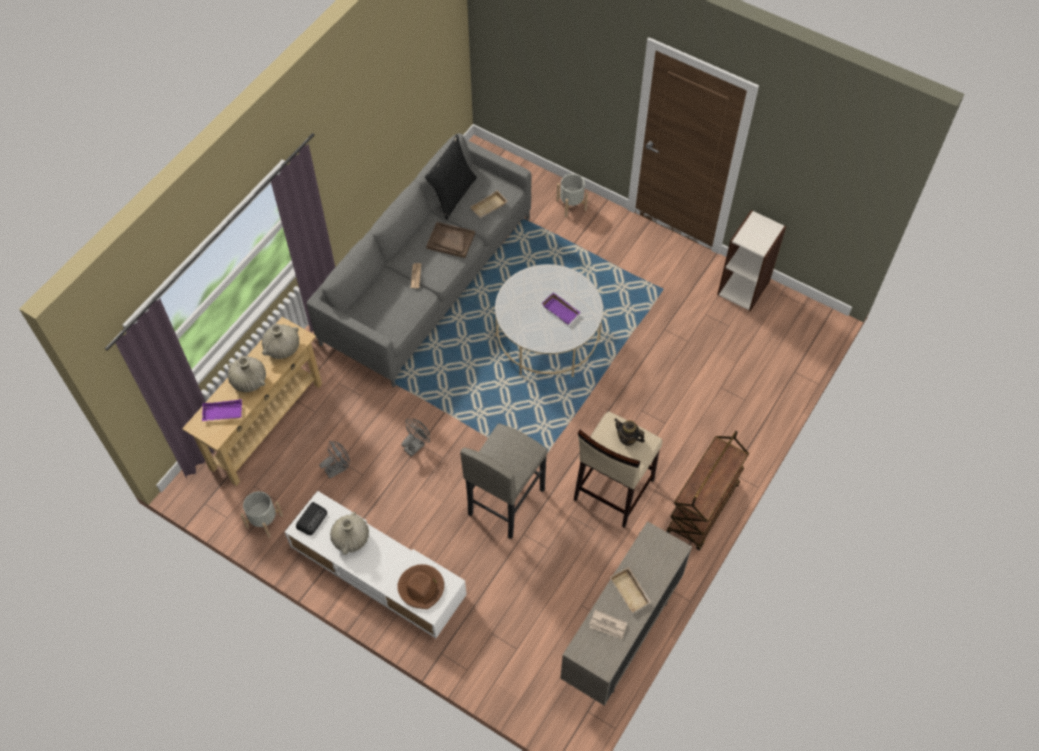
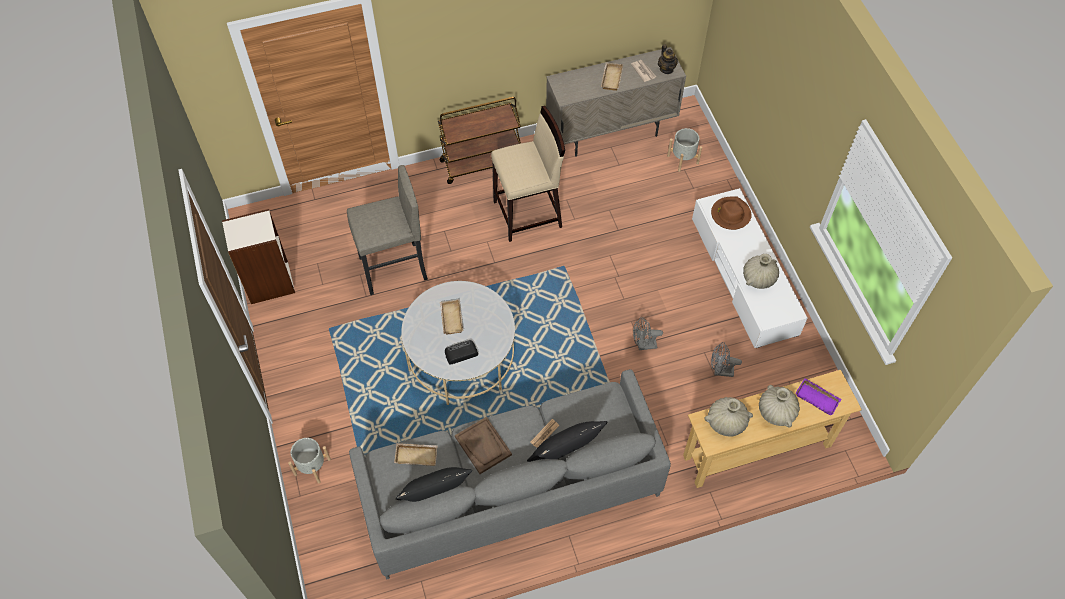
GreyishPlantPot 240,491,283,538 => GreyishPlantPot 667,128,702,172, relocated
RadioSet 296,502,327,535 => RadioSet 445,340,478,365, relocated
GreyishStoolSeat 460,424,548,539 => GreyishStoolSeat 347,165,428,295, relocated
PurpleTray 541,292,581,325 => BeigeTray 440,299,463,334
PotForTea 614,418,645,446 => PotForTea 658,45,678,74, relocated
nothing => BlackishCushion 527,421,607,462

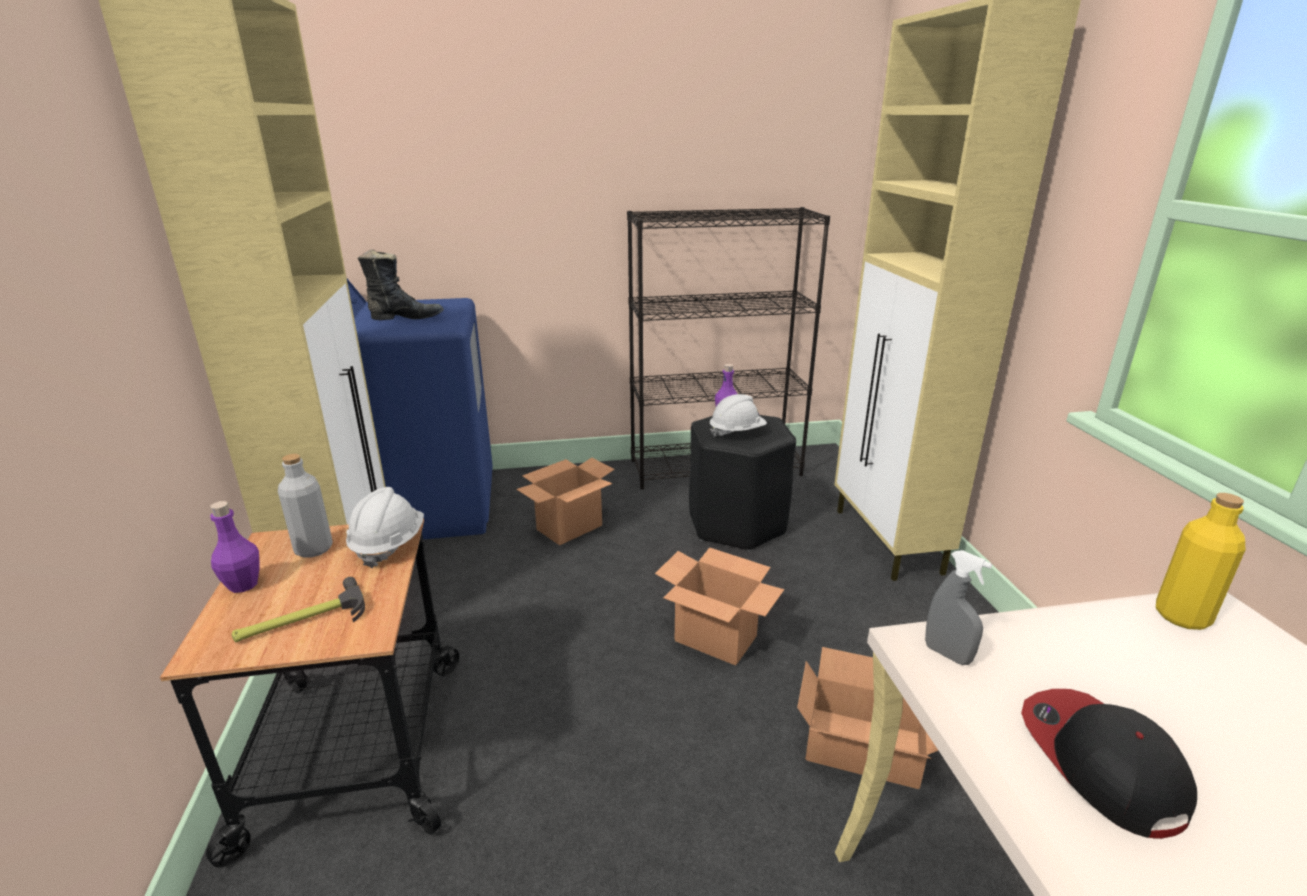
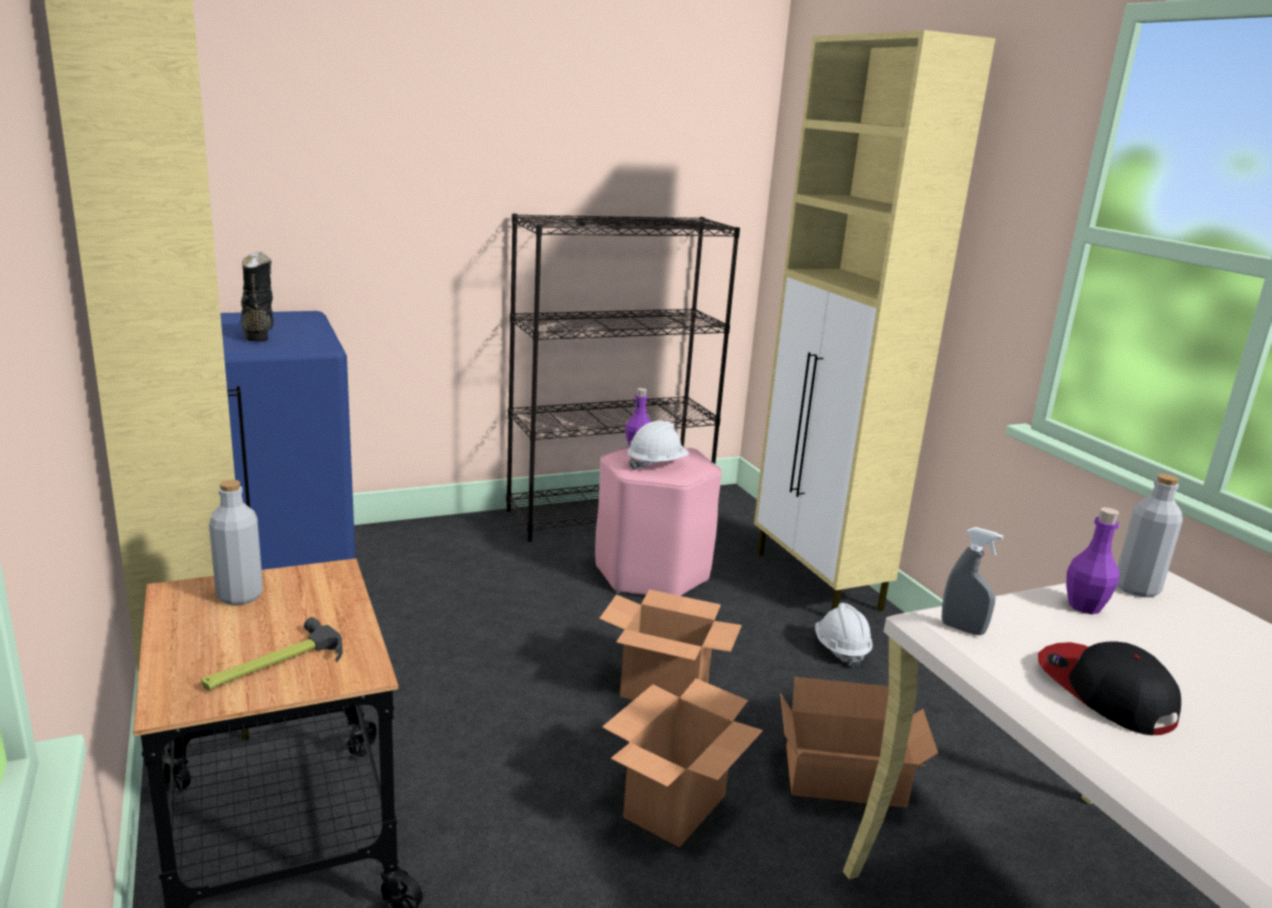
PurpleBeverageBottle 210,501,260,593 => PurpleBeverageBottle 1066,507,1120,614, relocated
WhitishSafetyHelmet 346,487,424,568 => WhitishSafetyHelmet 815,603,873,668, relocated
BlackishHighTopBoot 358,250,444,320 => BlackishHighTopBoot 241,252,274,342, 90 degrees counterclockwise
PackingBox 516,458,615,545 => PackingBox 602,678,763,847, relocated
BlackishStoolSeat 689,415,796,551 => PinkStoolSeat 595,446,722,596
YellowColouredBeverageBottle 1156,493,1245,630 => GreyishBeverageBottle 1117,474,1183,597

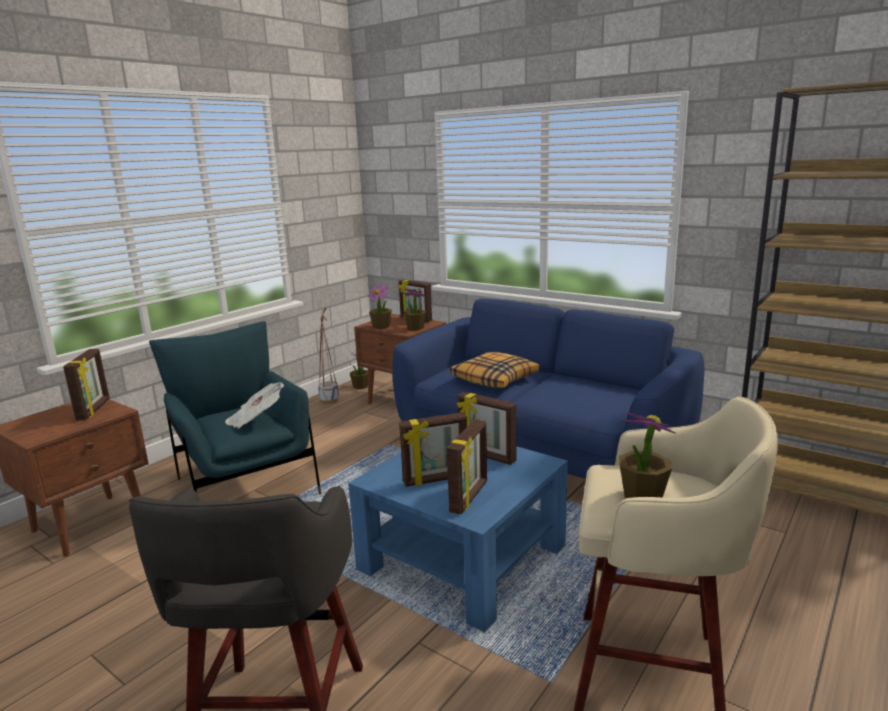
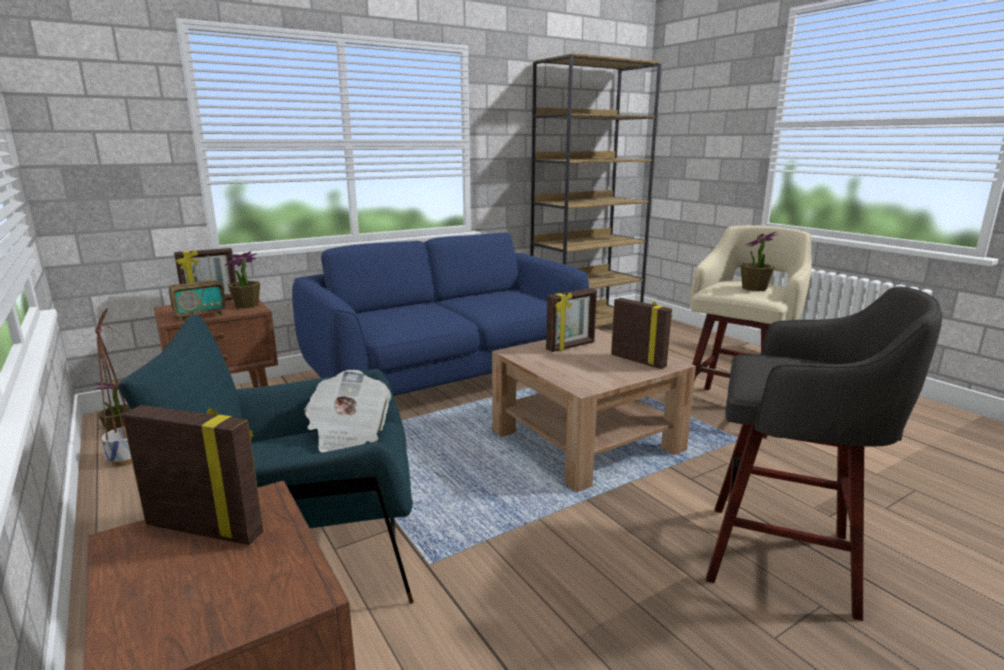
BlueColouredLowTable 348,446,568,633 => BrownishLowTable 492,329,696,492
PlantInAPot 368,284,392,329 => RadioSet 169,255,226,322
PictureFrame 399,412,467,487 => nothing
Cushion 450,352,540,388 => nothing

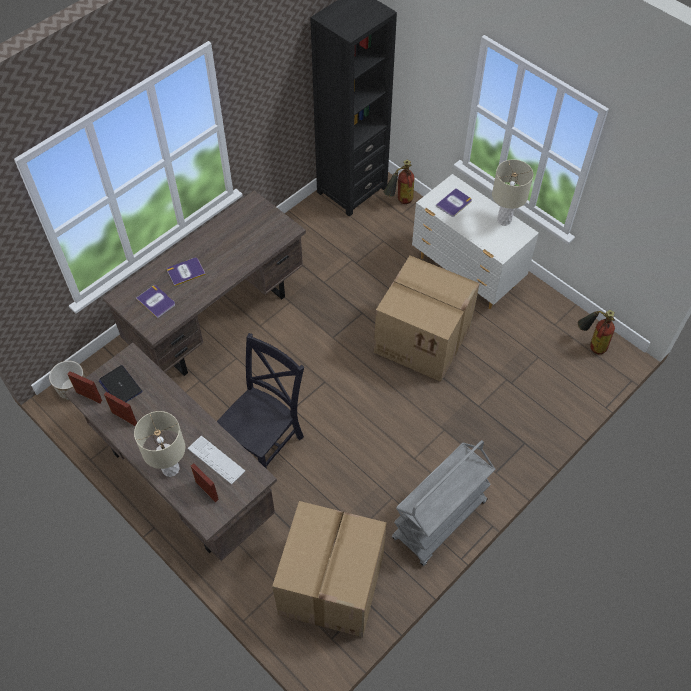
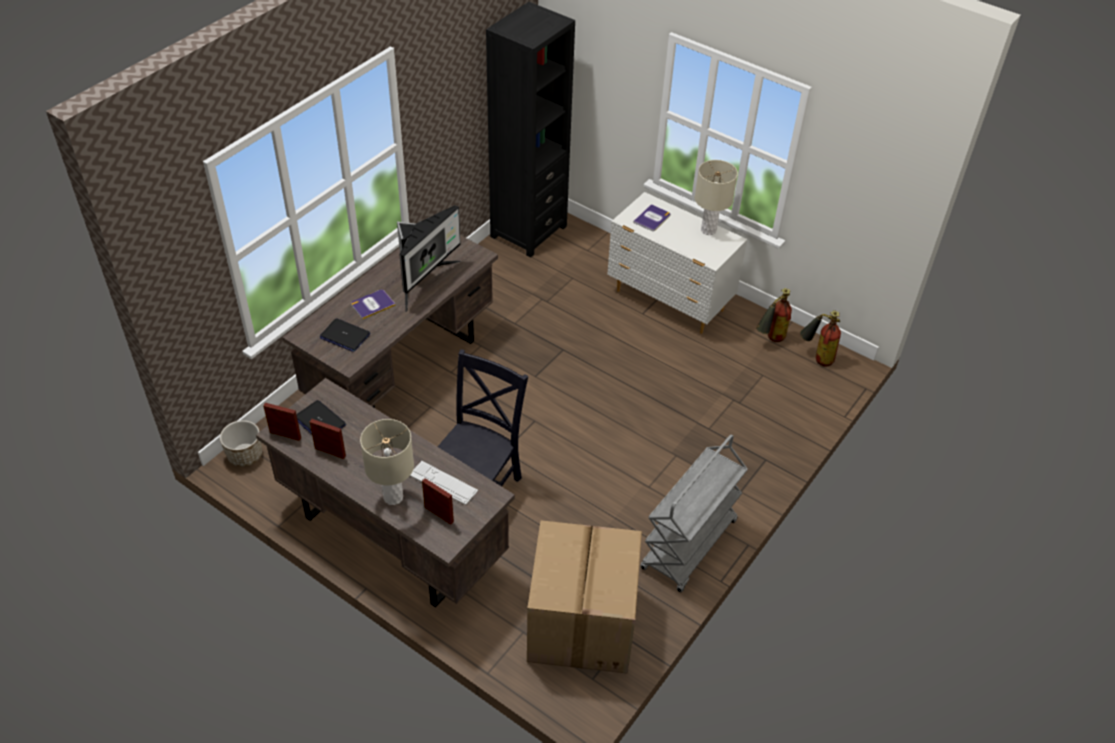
Volume 136,285,175,319 => PortableComputer 320,318,370,352
PackingBox 374,255,480,382 => nothing
Extinguisher 384,160,414,204 => Extinguisher 756,288,792,342, relocated
nothing => ComputerScreen 397,205,461,312

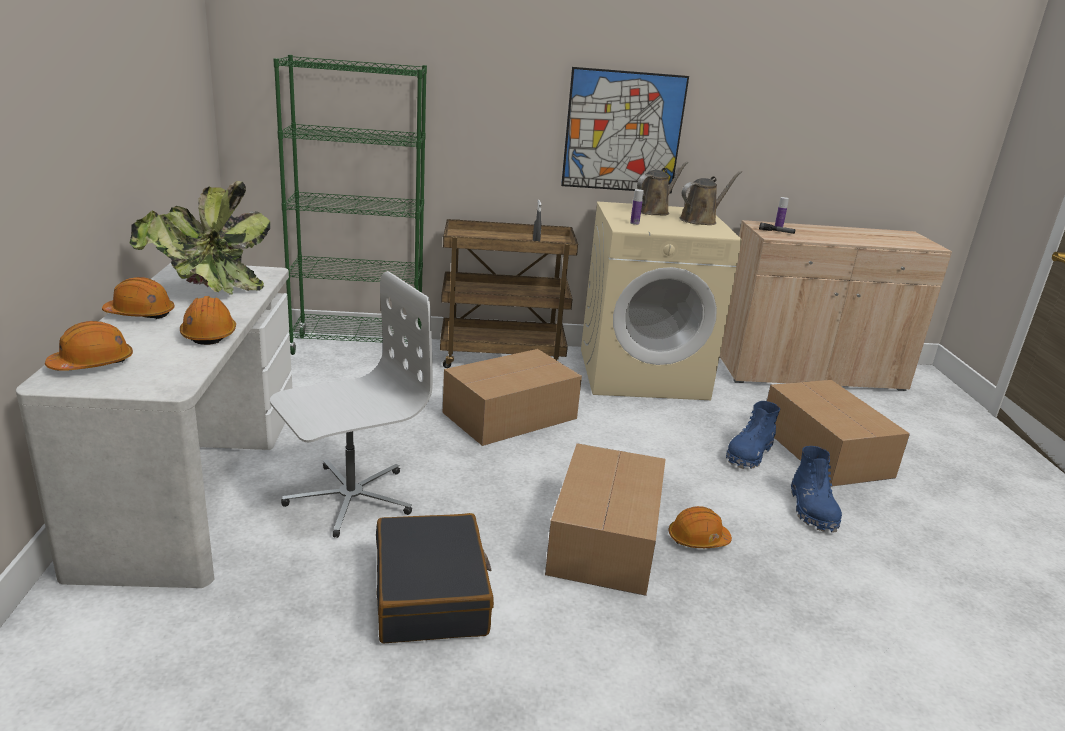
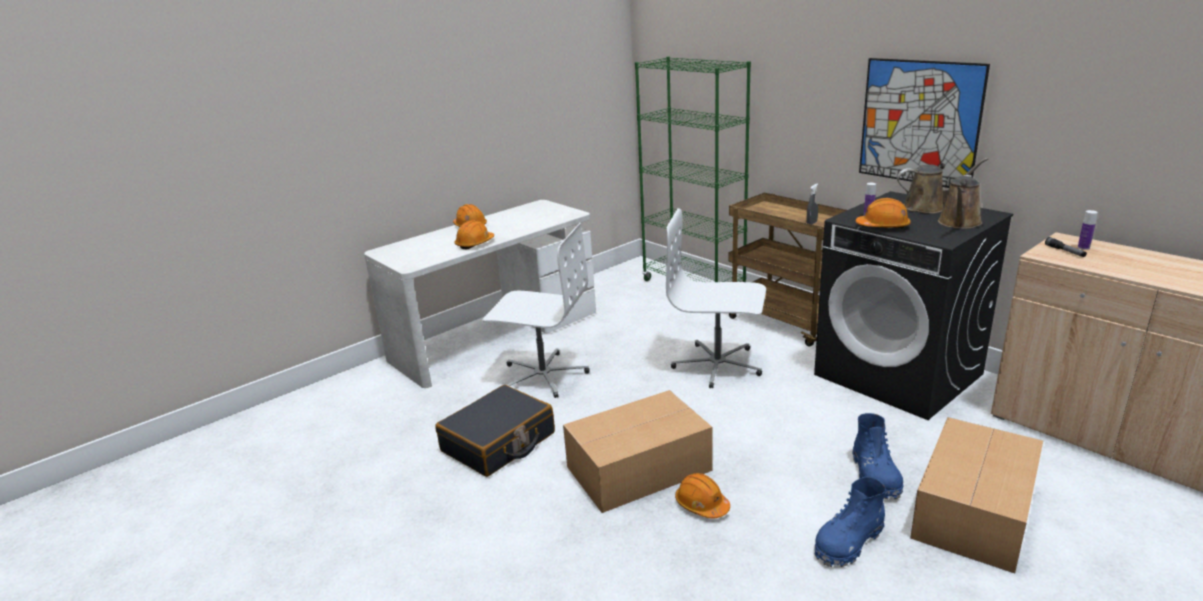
OrangeColouredSafetyHelmet 45,321,133,371 => OrangeColouredSafetyHelmet 855,198,911,228, relocated
PlantInAPot 130,181,270,294 => nothing
PackingBox 443,349,582,446 => WhitishOfficeChair 666,208,766,388
BeigeLaundryMachine 581,201,742,400 => BlackishLaundryMachine 814,191,1013,420
BrownishWateringPot 680,171,742,225 => BrownishWateringPot 938,175,982,229, 105 degrees clockwise
BlueColouredHighTopBoot 726,401,780,469 => BlueColouredHighTopBoot 853,413,904,499, 90 degrees counterclockwise

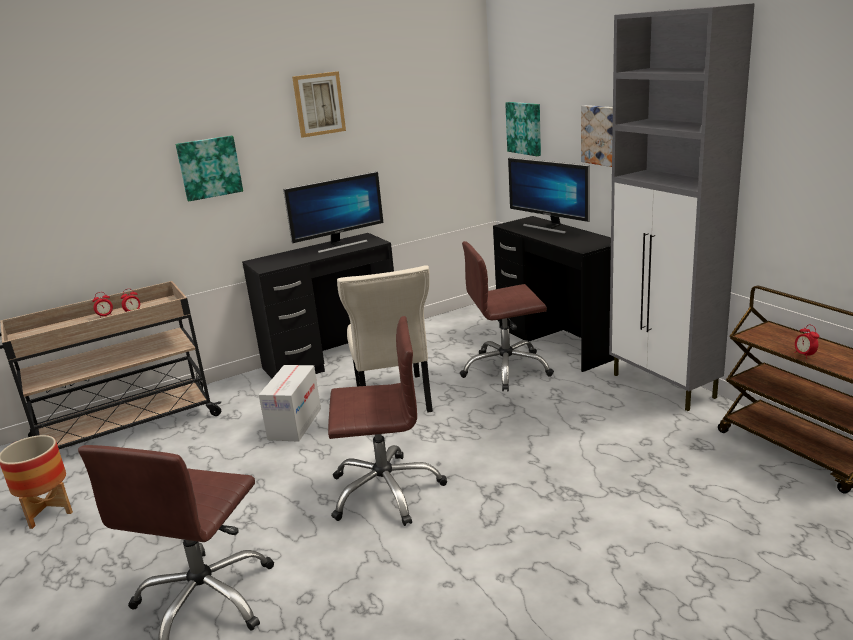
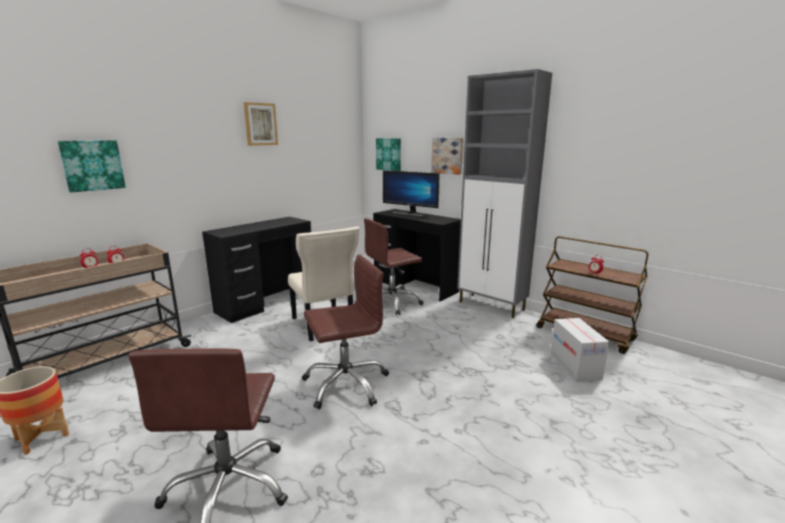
WallArt 176,136,243,201 => WallArt 58,140,126,192, relocated
PackingBox 259,365,321,442 => PackingBox 550,318,609,382, relocated
ComputerScreen 283,171,383,253 => nothing

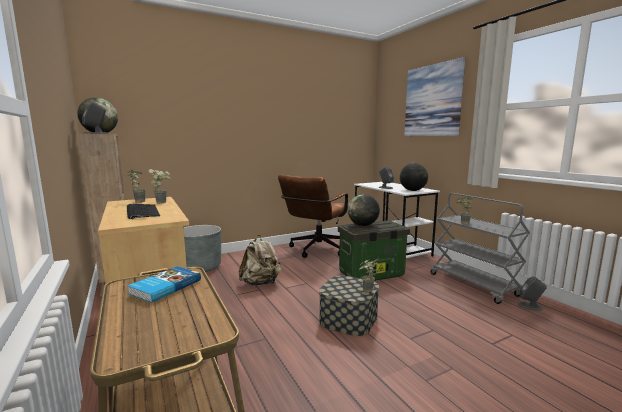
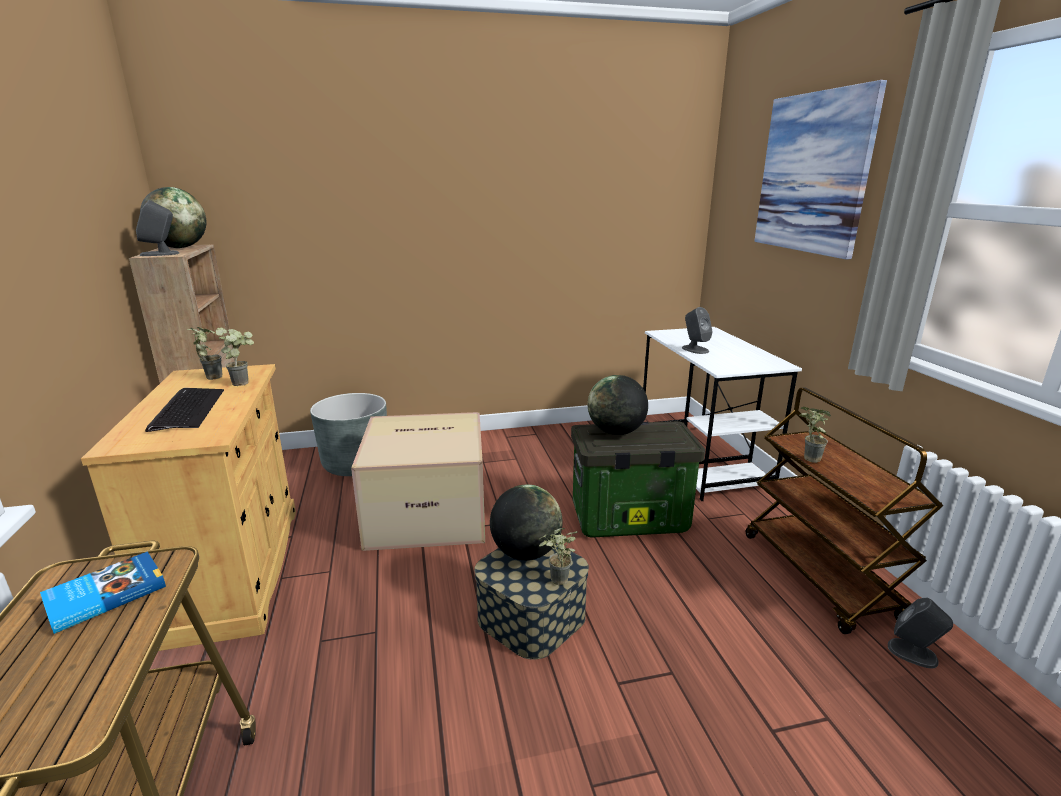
BeigeBackpack 239,235,281,285 => PackingBox 351,412,485,551
BrownishOfficeChair 278,175,348,258 => nothing
DeskGlobe 400,163,428,191 => DeskGlobe 490,485,563,560, relocated
GreyishWheeledCart 431,193,530,304 => BrownishWheeledCart 746,387,943,634

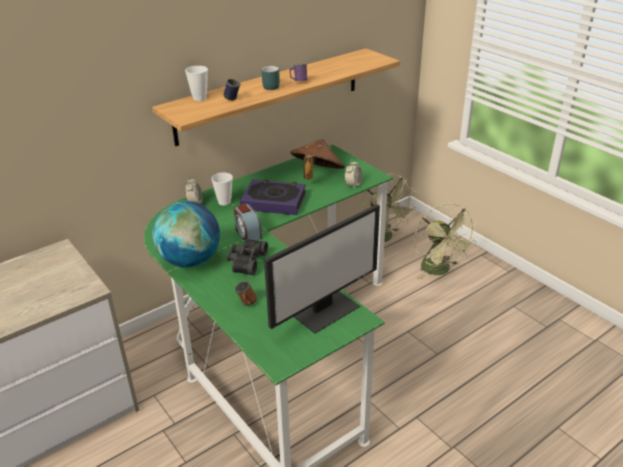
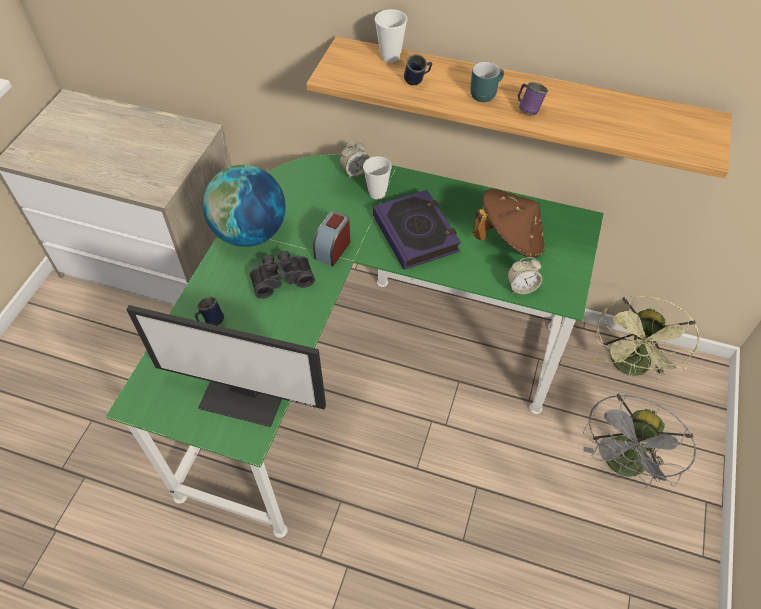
BrownishMug 235,281,257,306 => BlueColouredMug 195,297,224,325
GreenColouredElectricFan 414,204,478,279 => GreyishElectricFan 583,394,696,489

